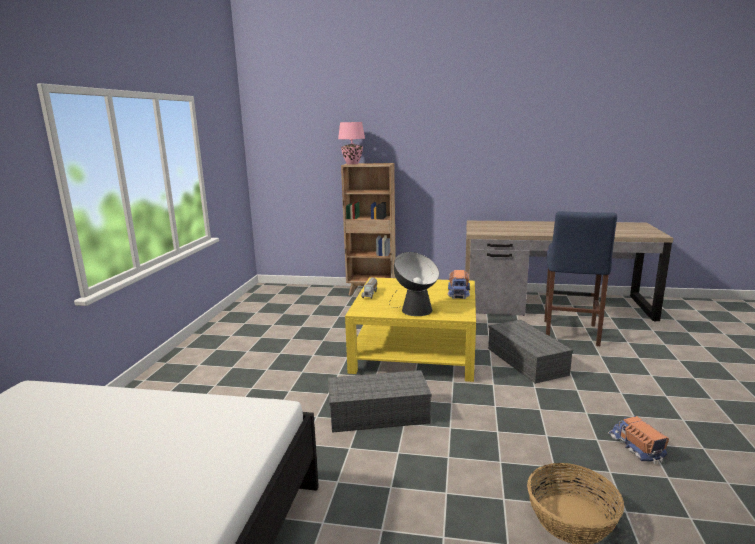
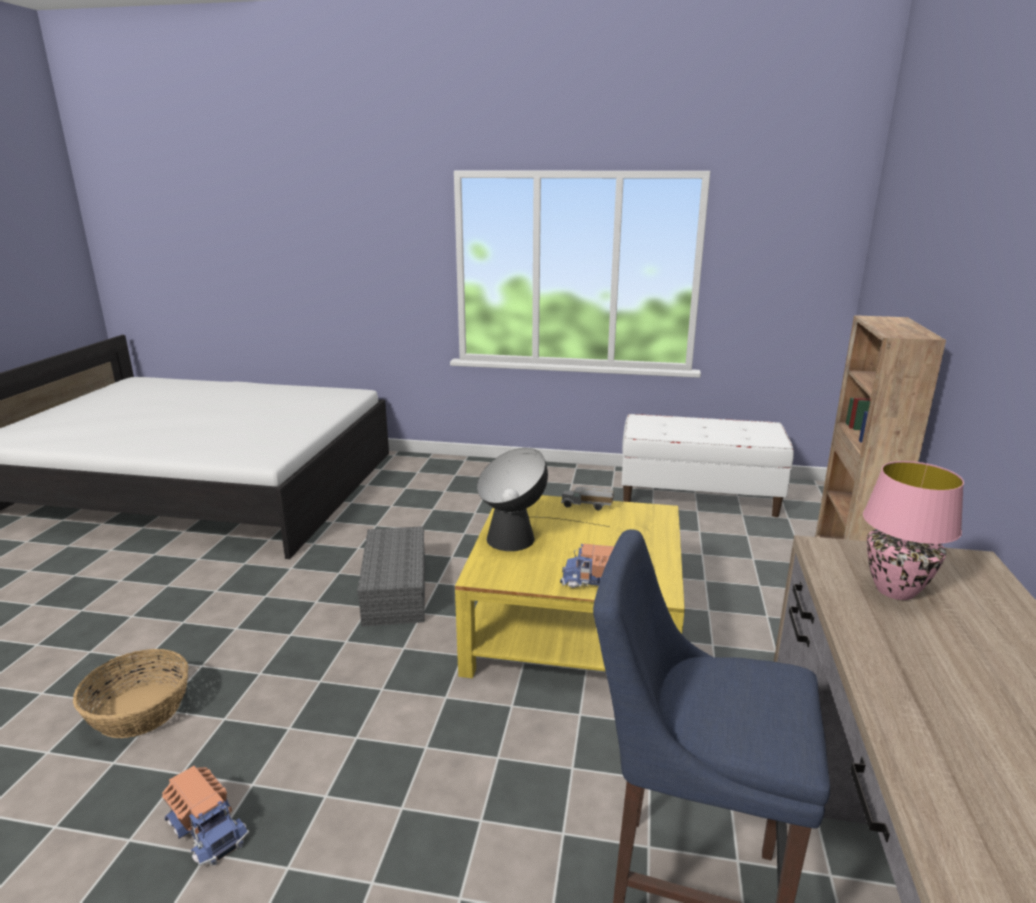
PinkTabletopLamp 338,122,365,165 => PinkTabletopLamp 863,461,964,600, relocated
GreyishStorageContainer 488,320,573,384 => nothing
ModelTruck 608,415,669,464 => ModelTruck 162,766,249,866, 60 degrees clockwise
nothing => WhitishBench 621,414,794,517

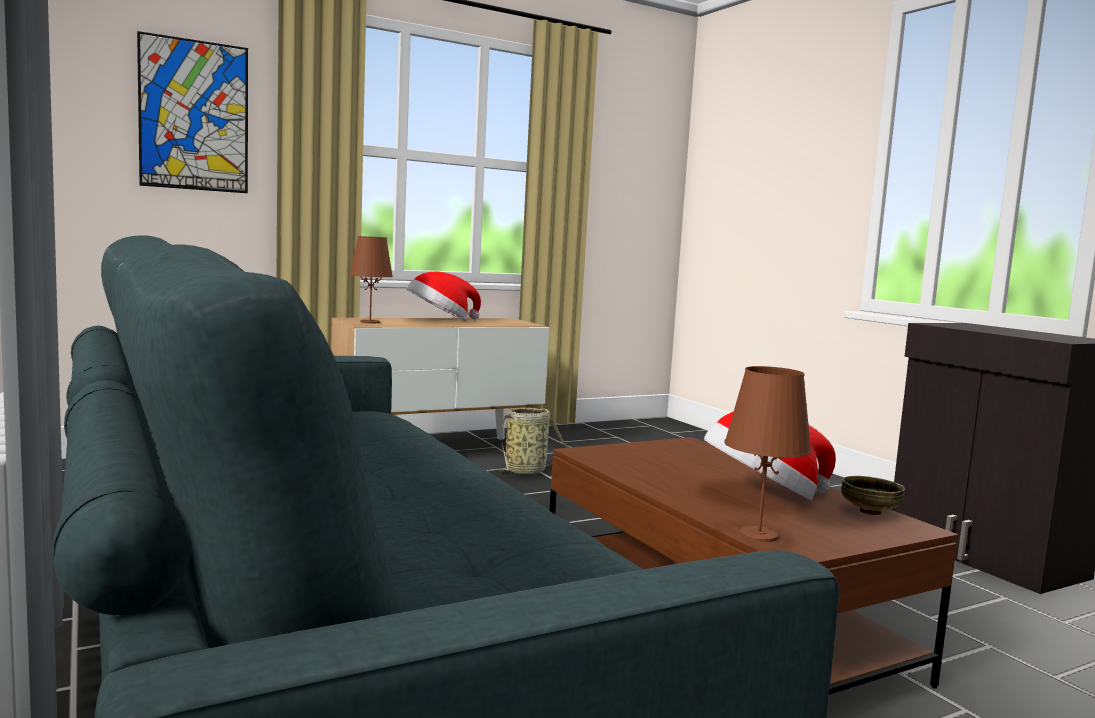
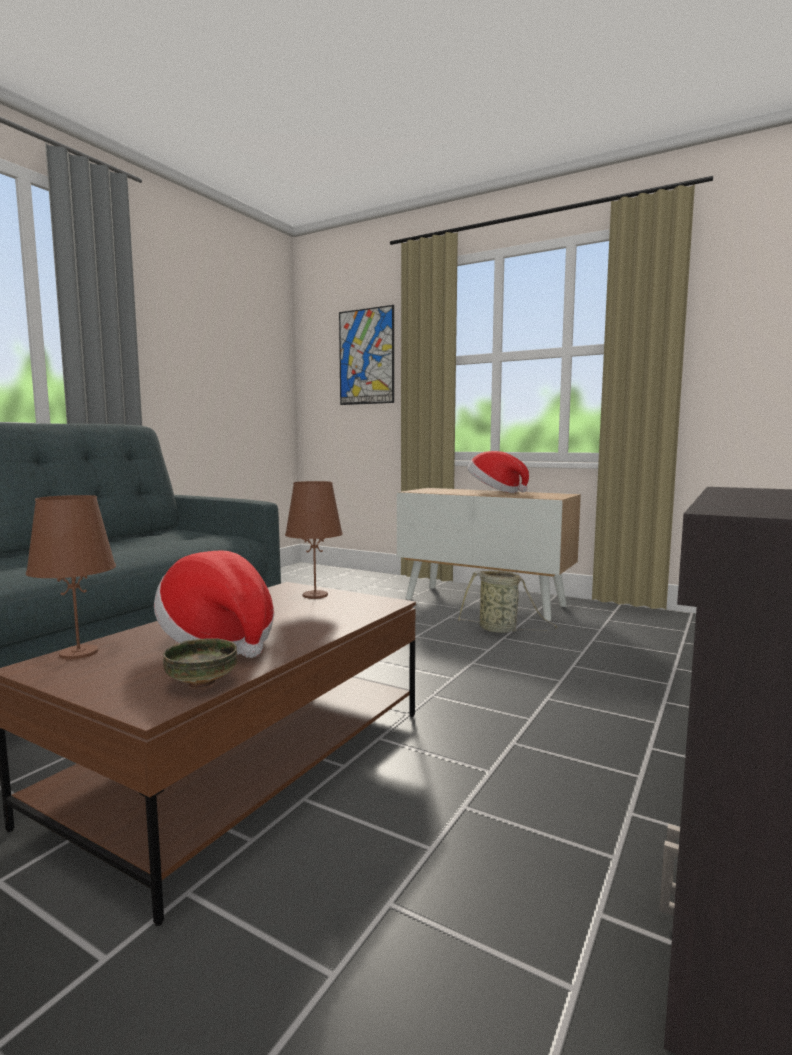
BrownishTabletopLamp 350,236,393,323 => BrownishTabletopLamp 285,481,343,599, relocated

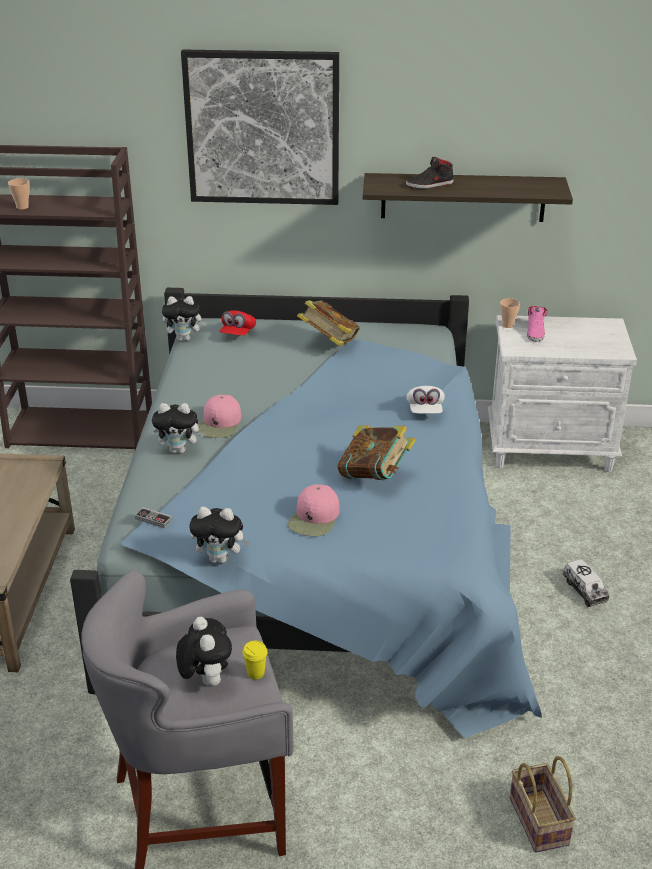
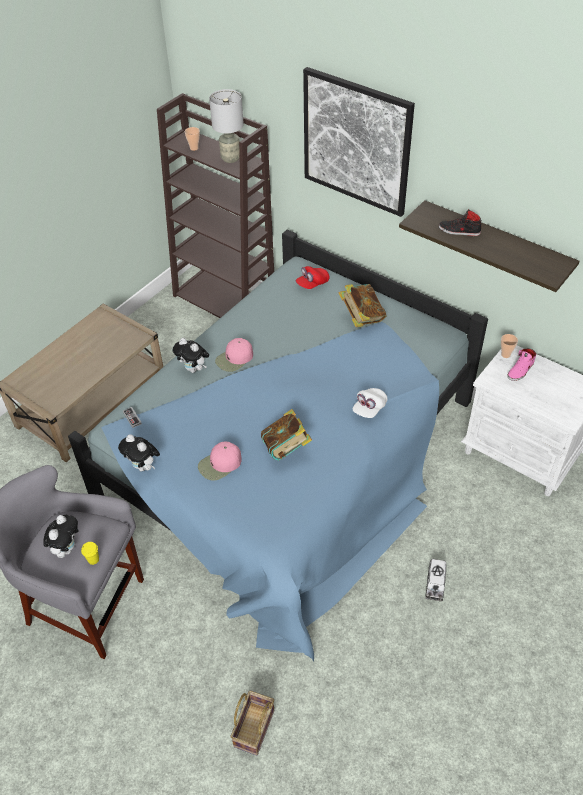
CuddlyToy 162,296,207,341 => nothing
nothing => GreyishTabletopLamp 209,89,244,163

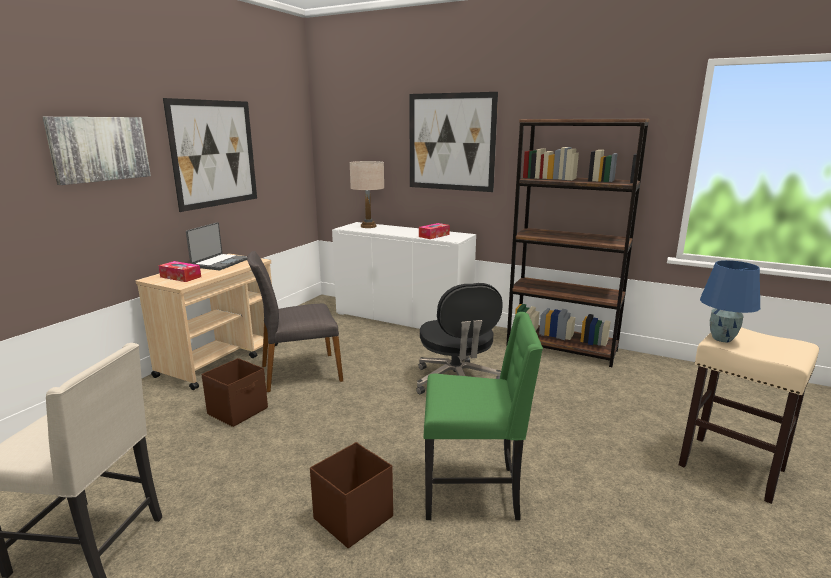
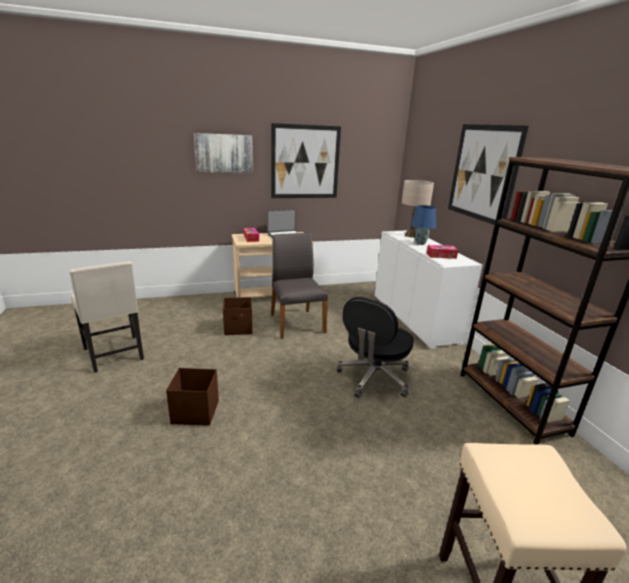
GreyishPlainChair 247,251,343,392 => GreyishPlainChair 271,233,328,339, 45 degrees clockwise
GreenColouredPlainChair 423,312,543,520 => nothing
BlueColouredTabletopLamp 700,260,760,342 => BlueColouredTabletopLamp 411,205,436,245, relocated

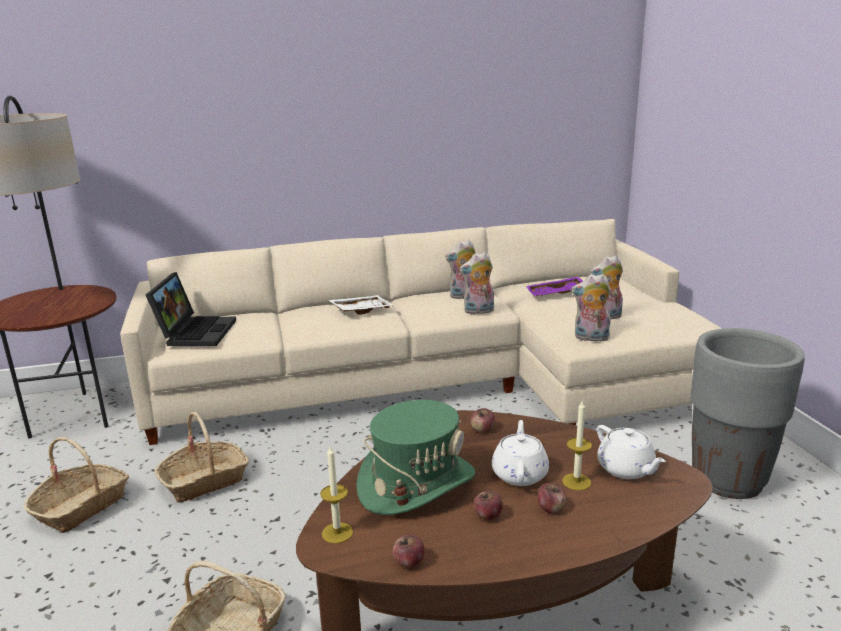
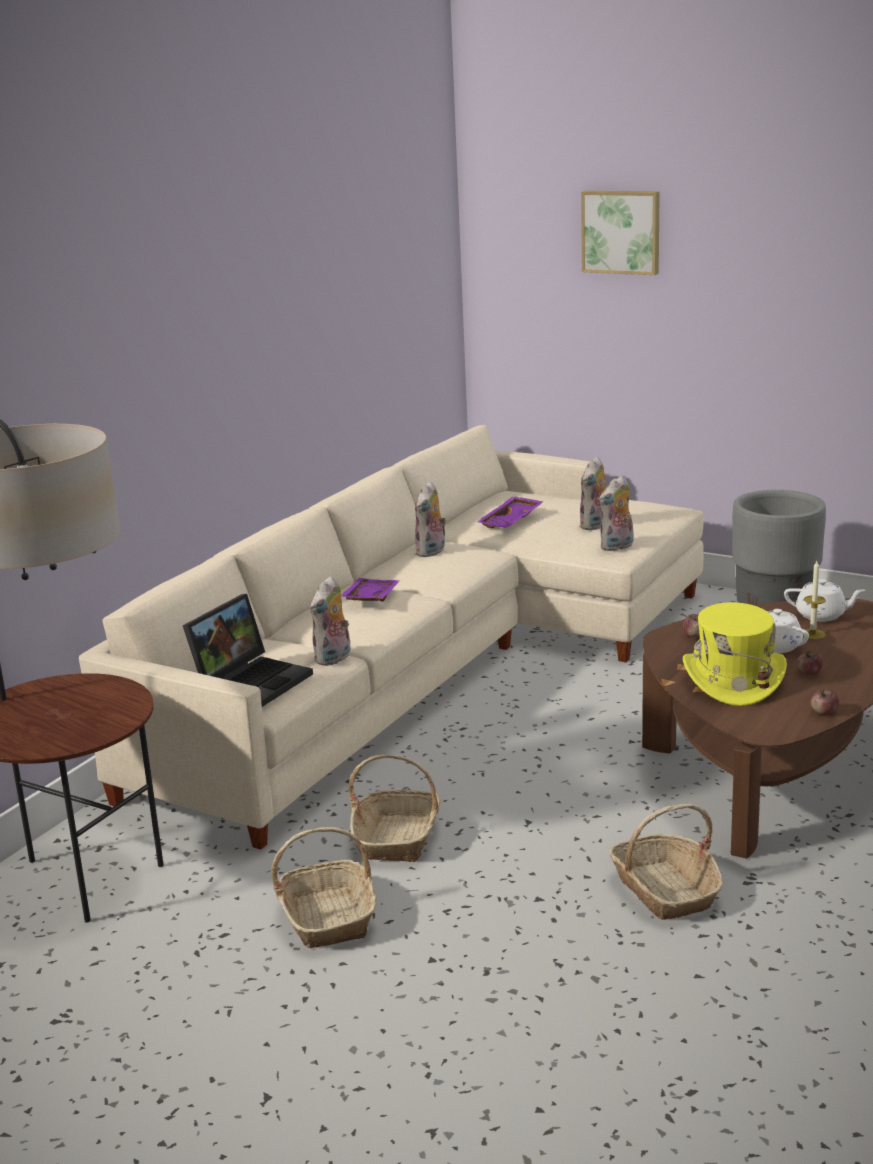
PortableComputer 146,272,236,346 => PortableComputer 183,594,313,707, 75 degrees clockwise
WaxLight 320,446,353,543 => nothing
WhitishTray 328,295,394,315 => PurpleTray 341,578,400,602
GreenColouredWearableHat 356,400,475,515 => YellowColouredWearableHat 683,602,787,706
CuddlyToy 459,252,494,314 => CuddlyToy 310,576,351,666, relocated
WholeApple 538,483,566,514 => nothing
nothing => WallArt 581,191,660,275

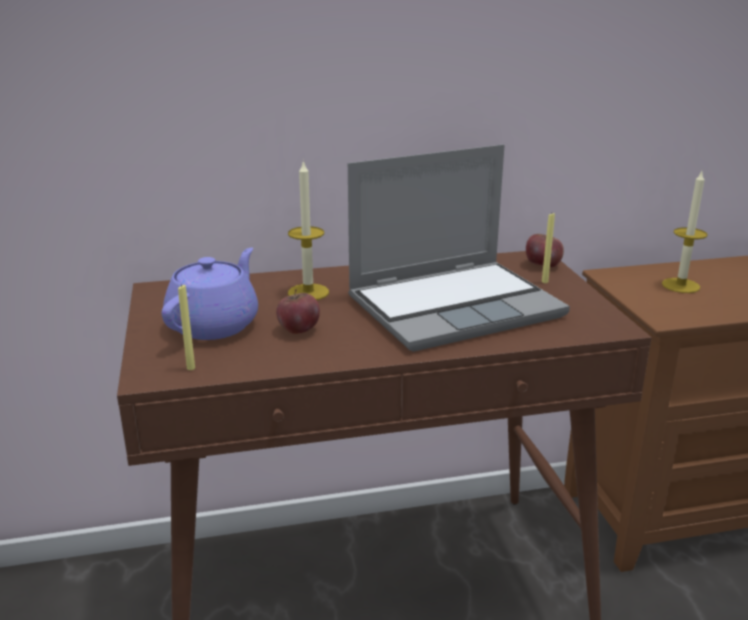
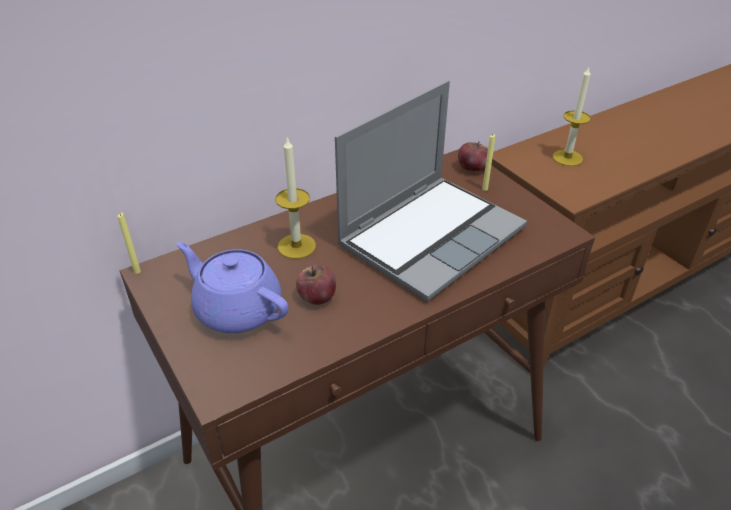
PurplePotForTea 162,248,258,340 => PurplePotForTea 176,242,288,333, 60 degrees counterclockwise
YellowColouredWaxLight 178,284,195,370 => YellowColouredWaxLight 118,213,141,274, relocated

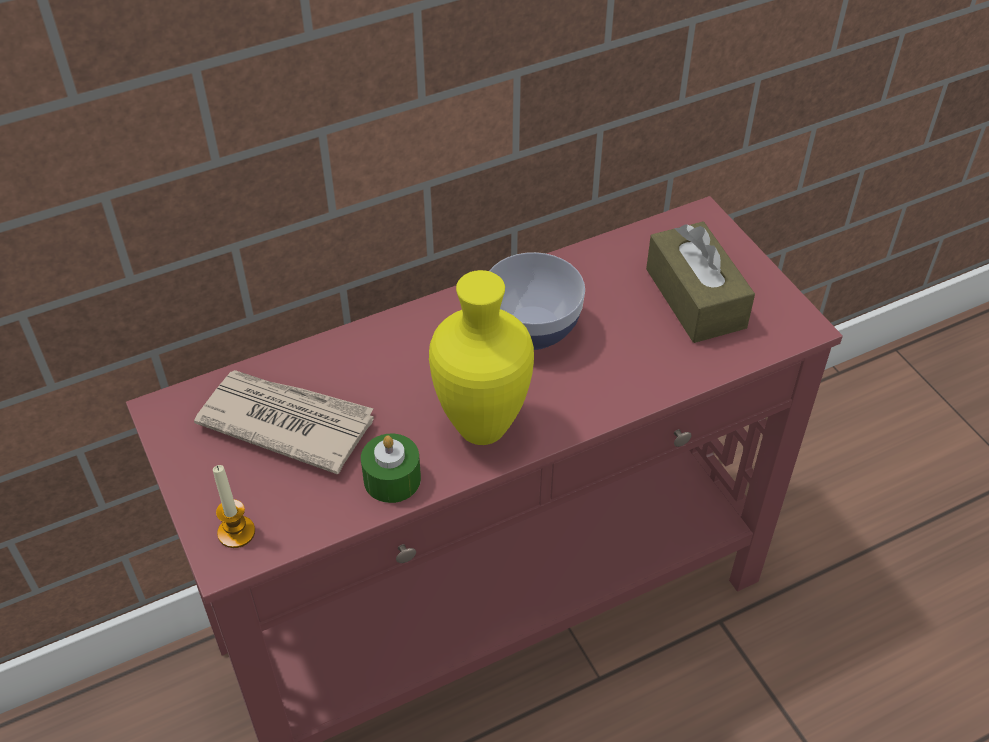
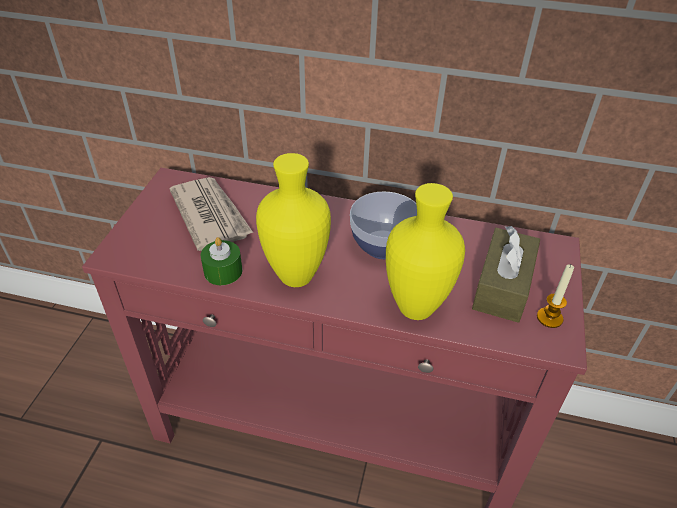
WaxLight 213,465,255,548 => WaxLight 537,264,574,328, relocated
nothing => YellowColouredVase 386,183,465,320

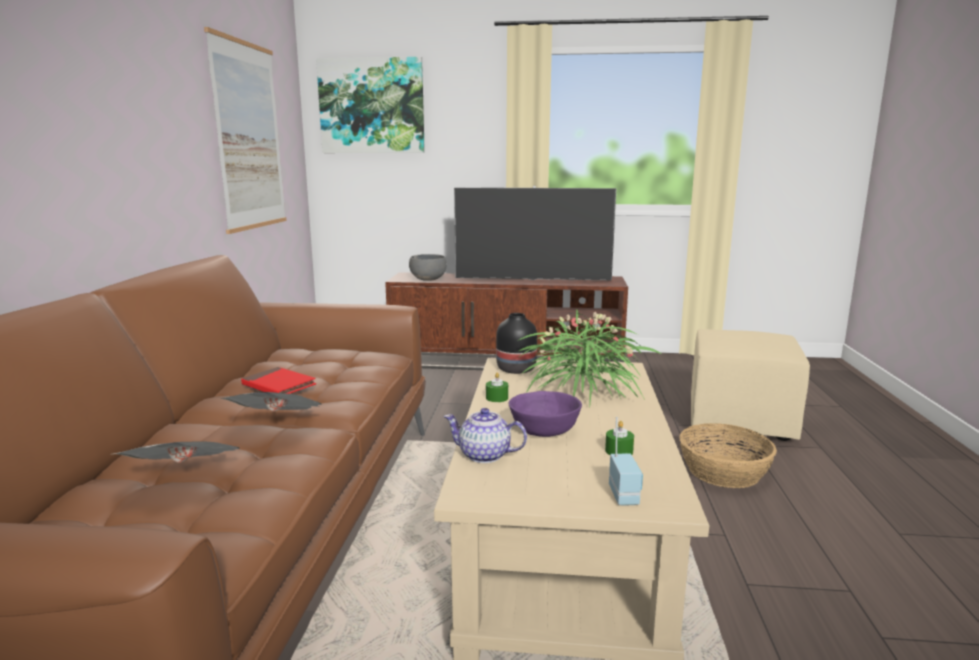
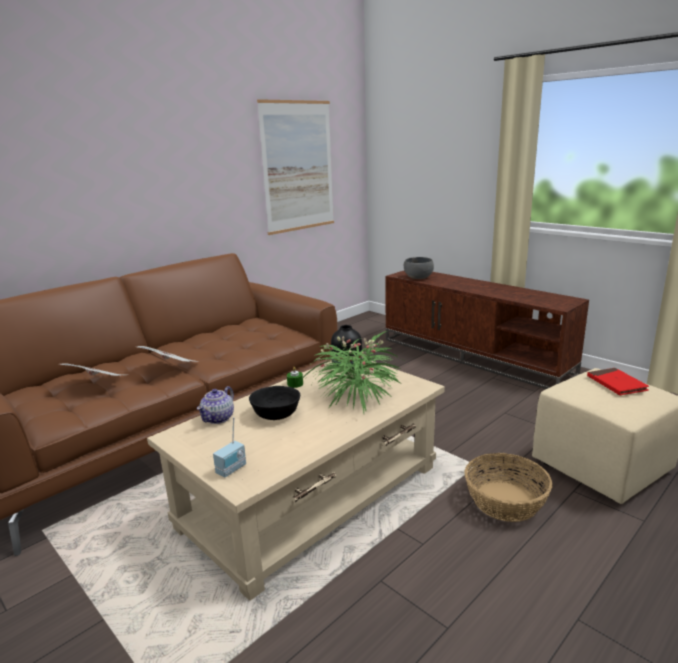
RedVolume 241,367,316,394 => RedVolume 587,368,649,395, relocated
WallArt 316,57,425,153 => nothing
PotForTea 444,408,527,463 => PotForTea 197,386,234,424, 120 degrees counterclockwise
TvSet 454,186,616,280 => nothing
PurpleDeepDish 509,391,582,437 => BlackishDeepDish 249,386,300,420
GreenColouredWaxLight 605,421,634,455 => nothing

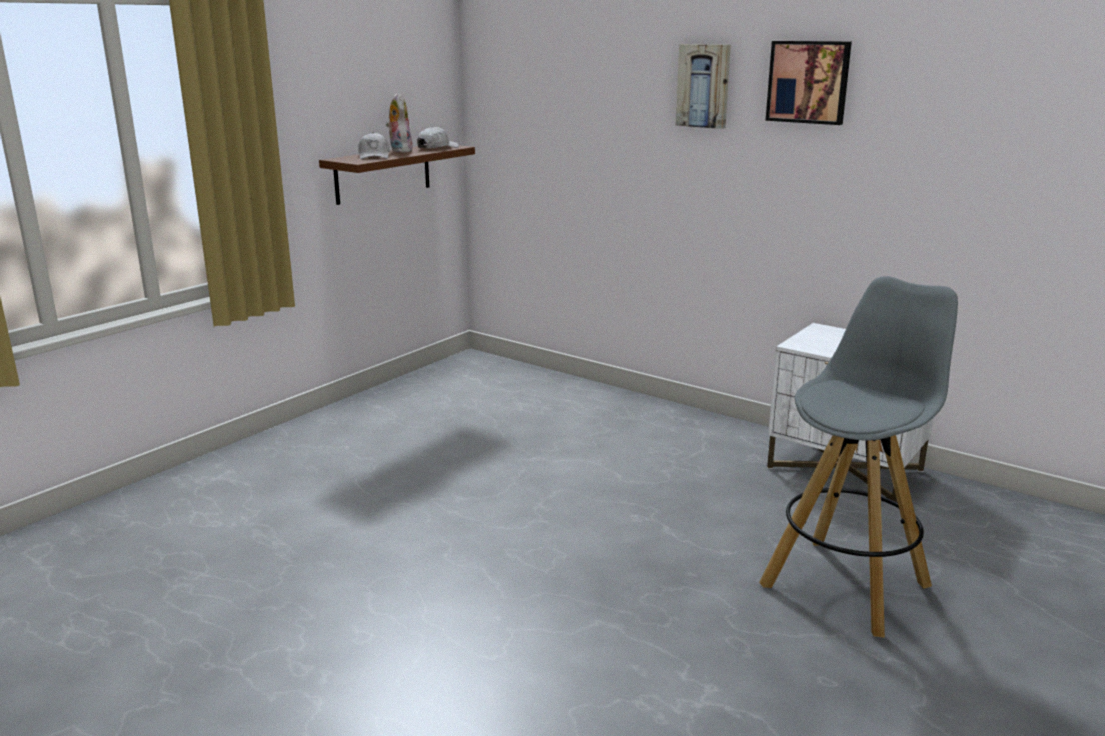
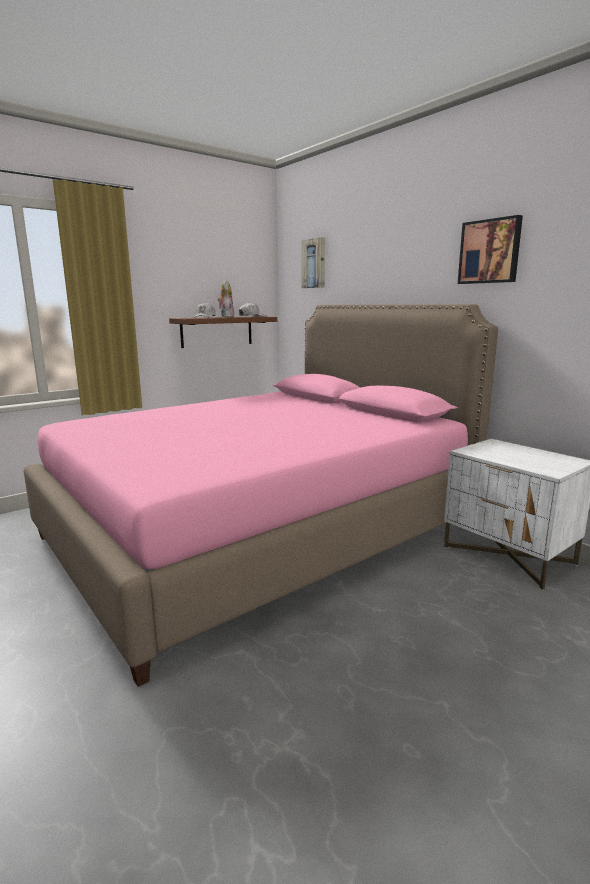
WallArt 676,44,731,129 => WallArt 302,237,325,288, relocated
GreyishStoolSeat 759,276,958,638 => nothing
nothing => PinkSleepingBed 24,304,498,687

